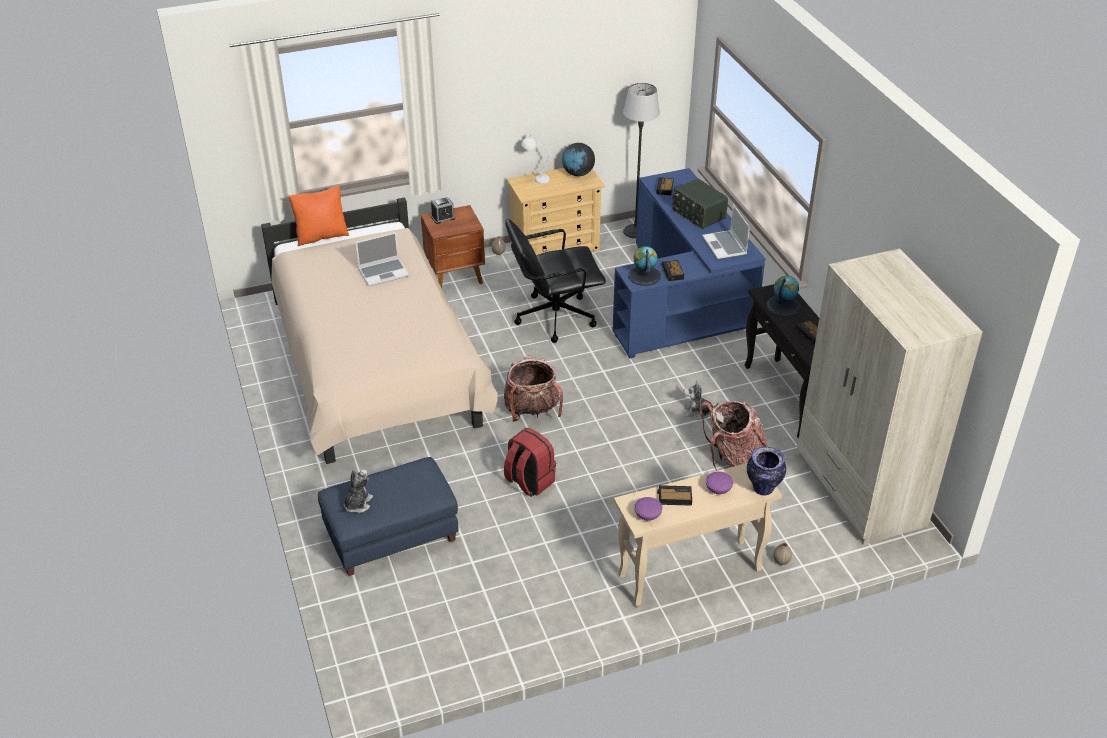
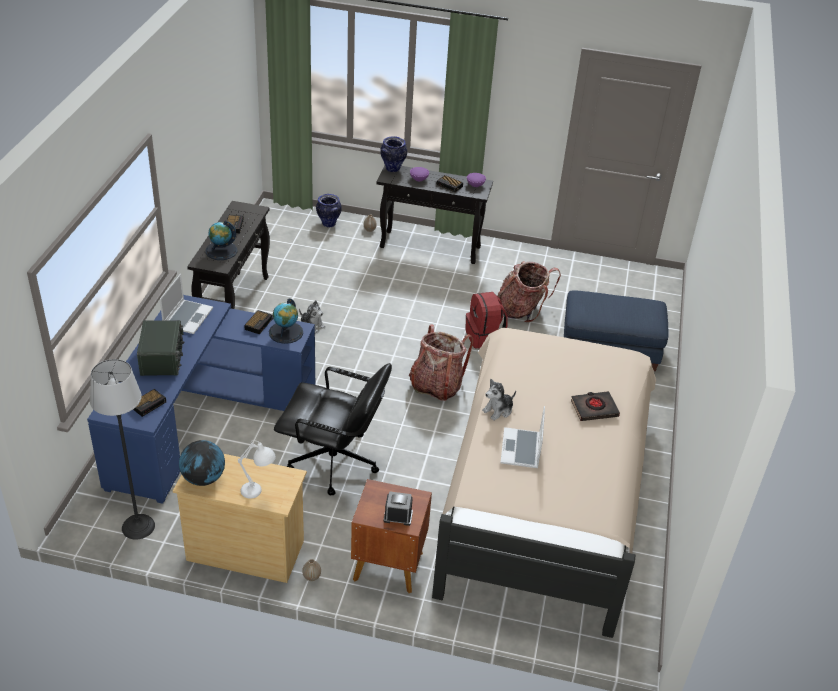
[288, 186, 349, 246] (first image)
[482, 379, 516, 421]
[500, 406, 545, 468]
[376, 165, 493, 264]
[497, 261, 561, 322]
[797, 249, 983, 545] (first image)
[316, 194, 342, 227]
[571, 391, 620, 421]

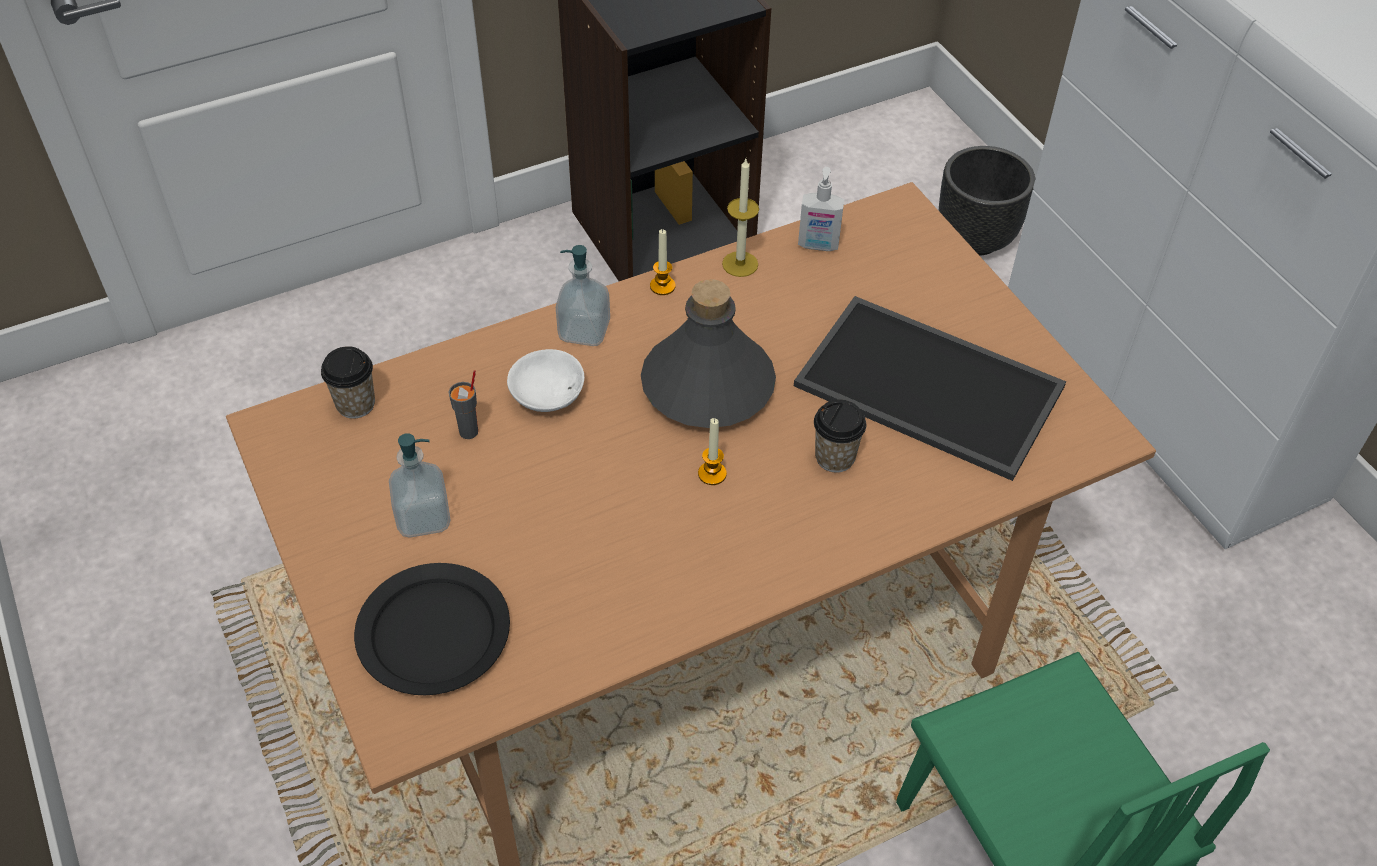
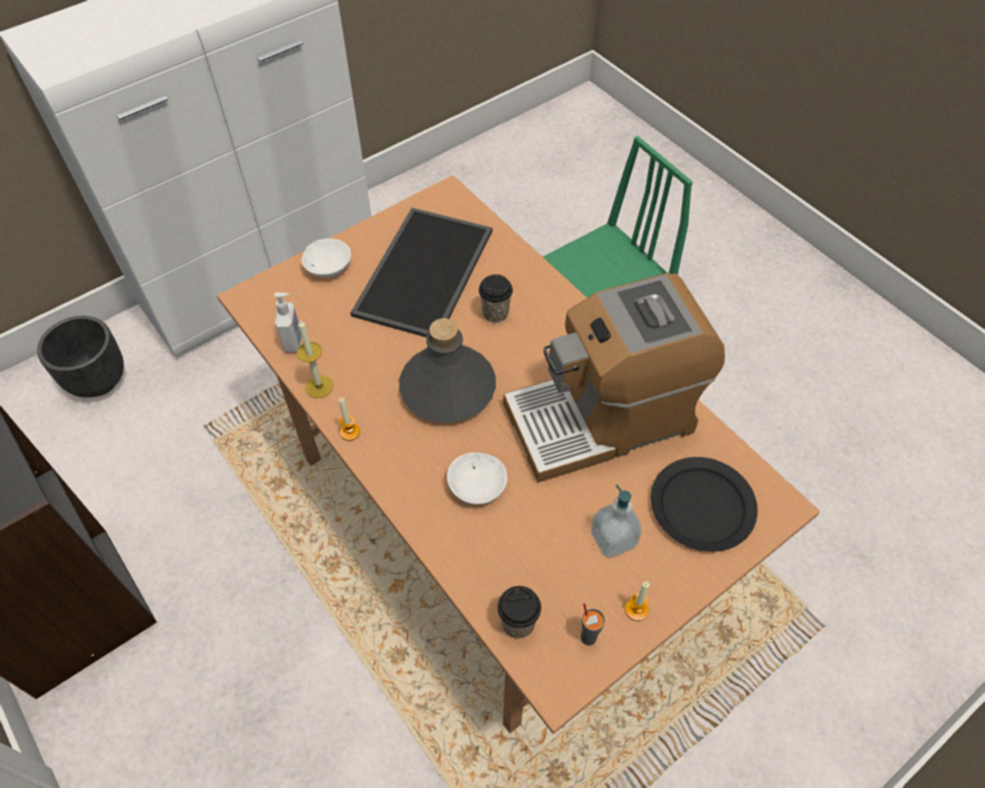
[581, 603, 605, 645]
[556, 245, 610, 346] (first image)
[625, 581, 650, 621]
[302, 238, 351, 277]
[503, 273, 725, 483]

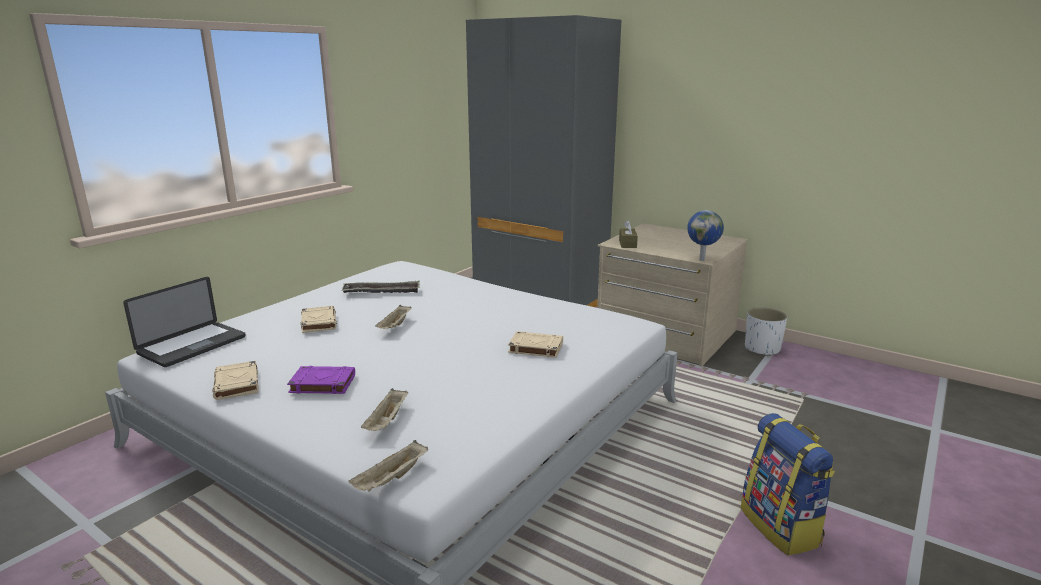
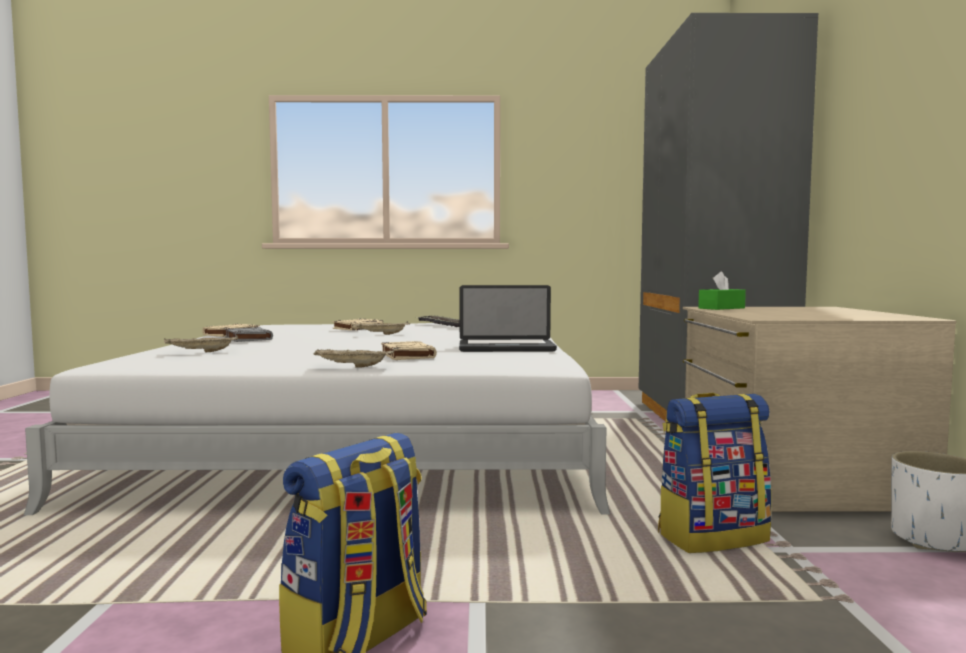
[459, 285, 557, 352]
[225, 327, 273, 342]
[313, 349, 394, 368]
[698, 271, 746, 310]
[687, 210, 724, 261] (first image)
[658, 393, 772, 553]

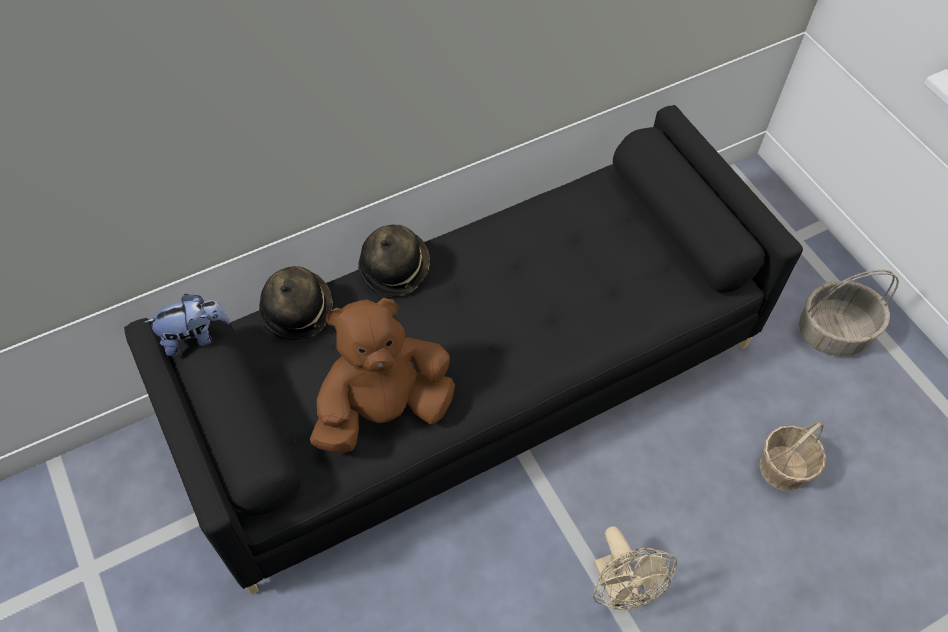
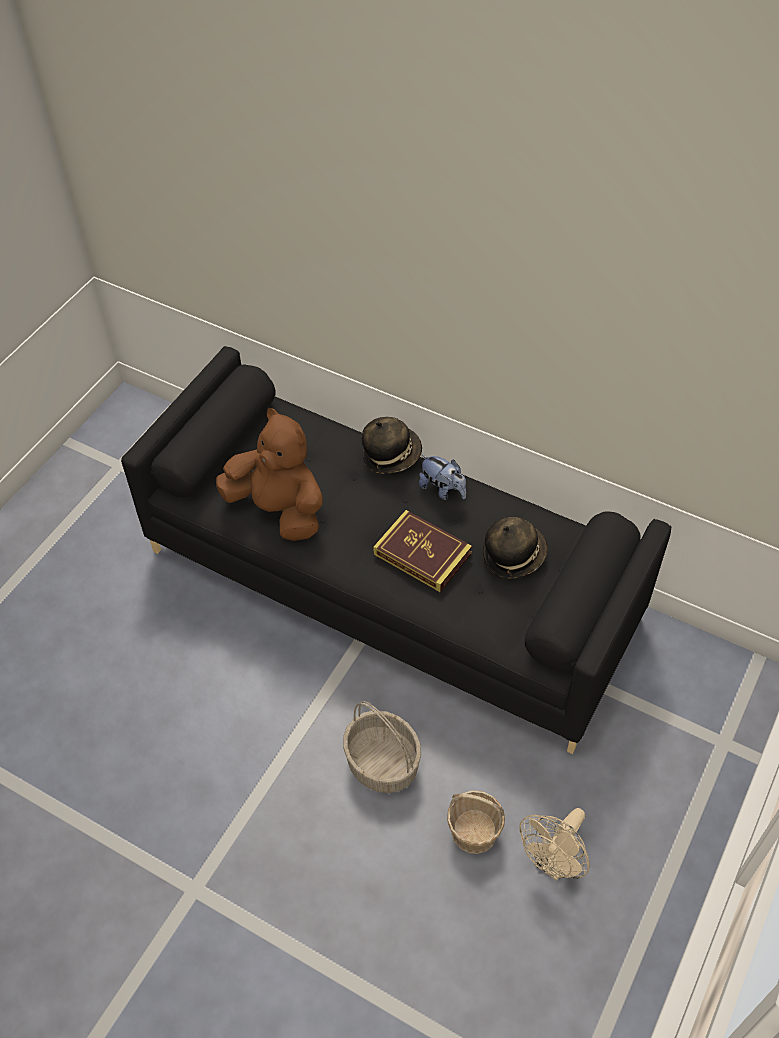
[419, 455, 466, 500]
[483, 517, 548, 579]
[519, 808, 590, 881]
[343, 701, 421, 793]
[373, 510, 472, 592]

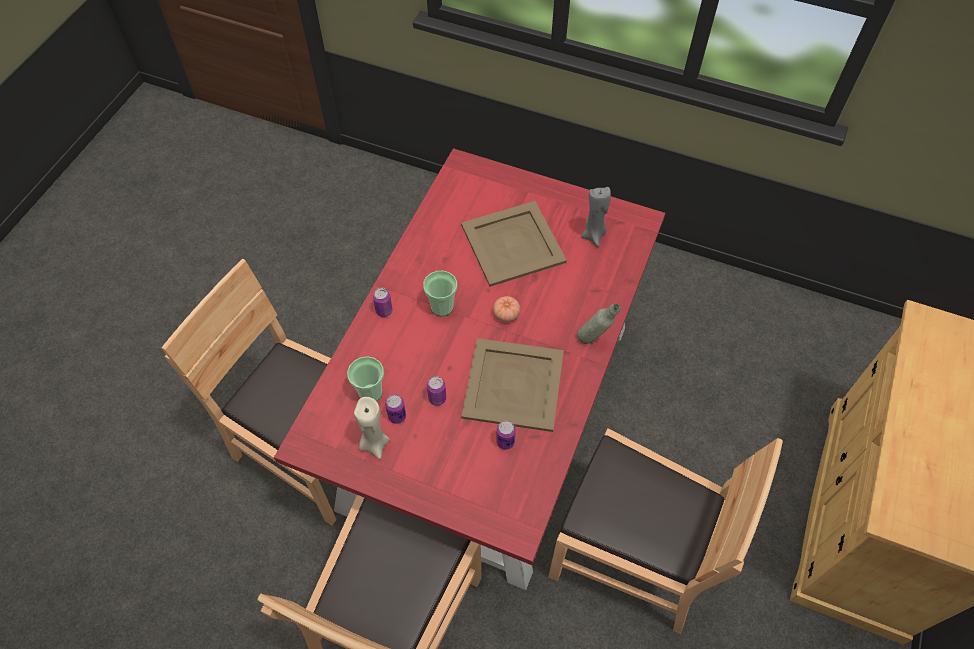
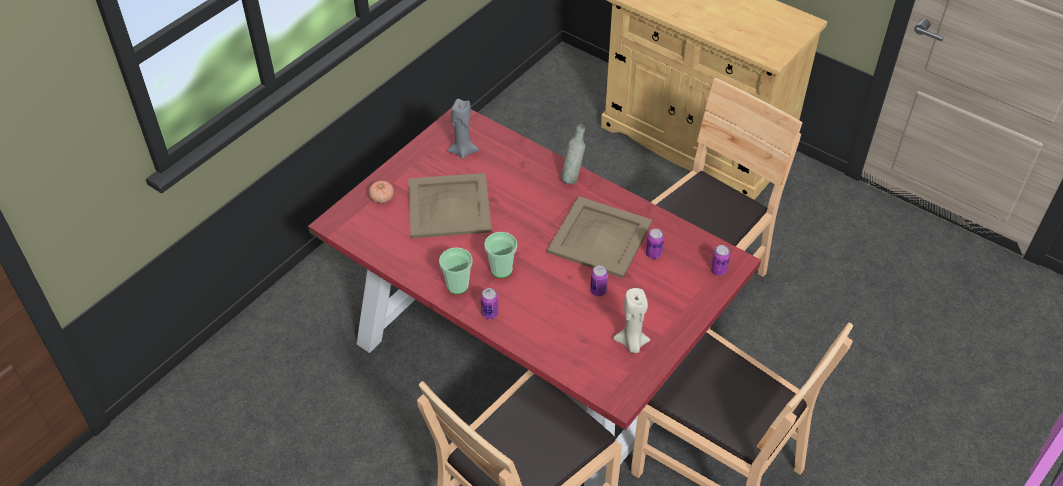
[439, 247, 473, 294]
[711, 245, 730, 276]
[369, 181, 394, 203]

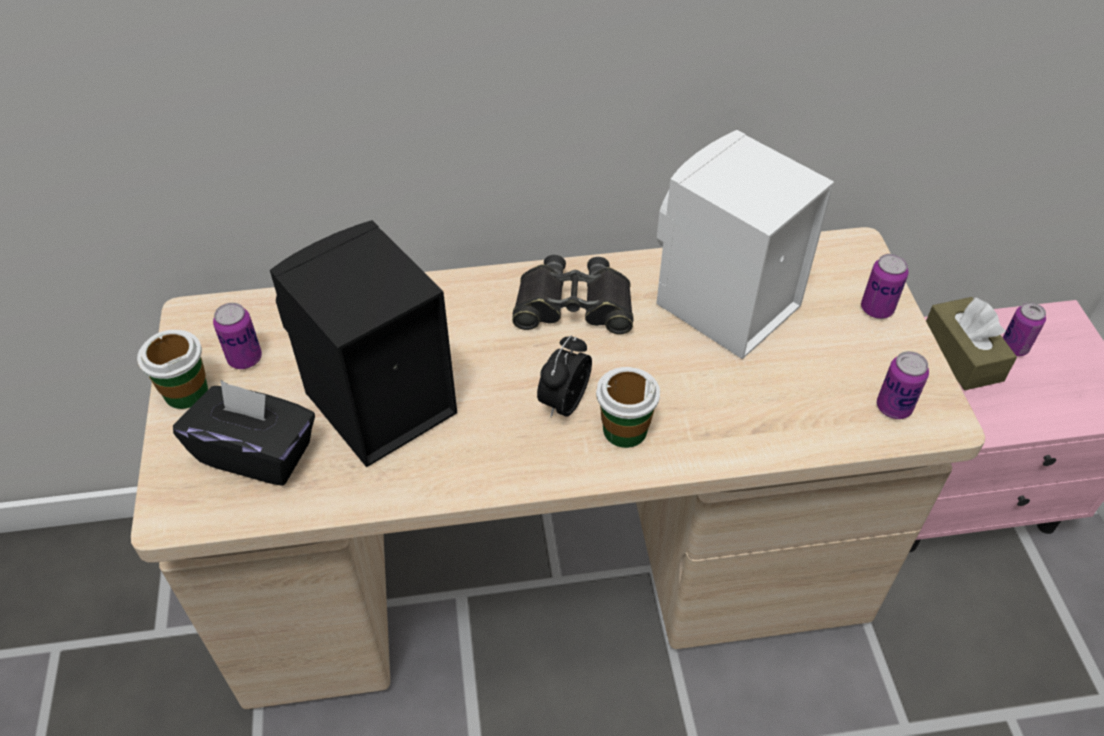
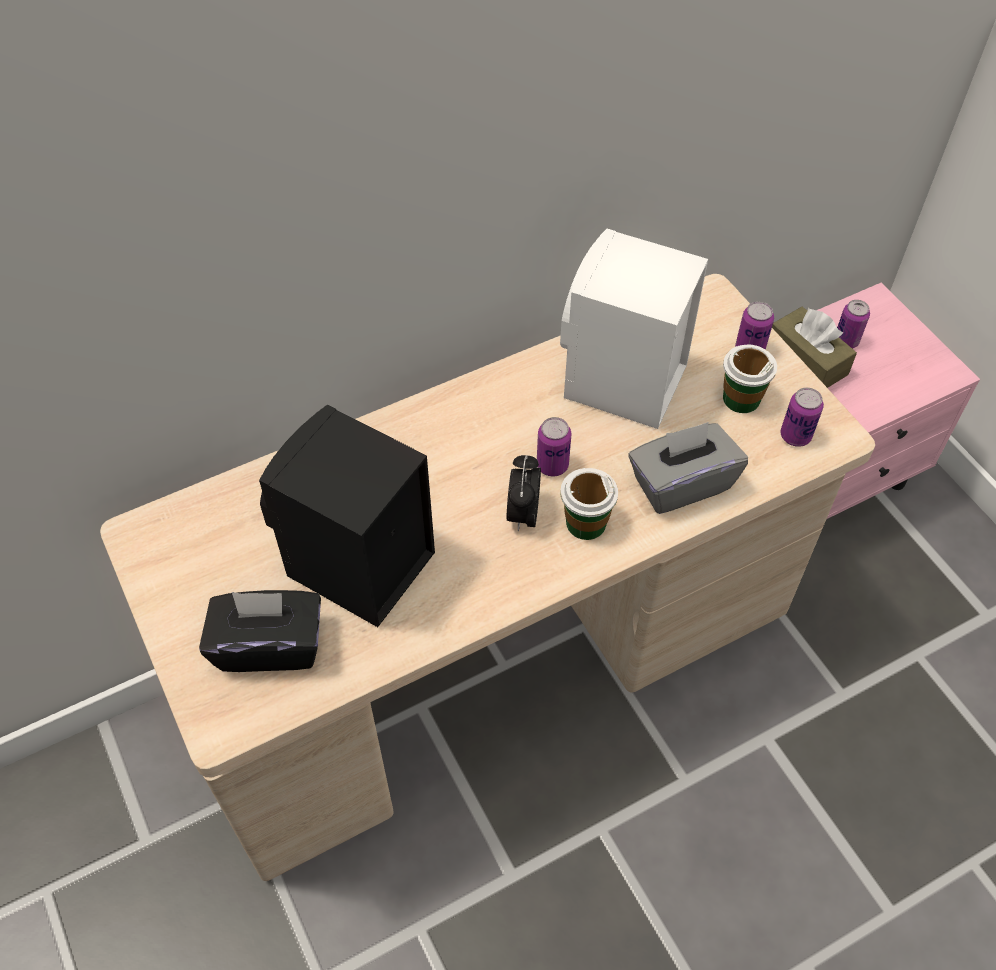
[723, 345, 777, 413]
[537, 417, 571, 476]
[512, 255, 634, 334] (first image)
[628, 422, 748, 514]

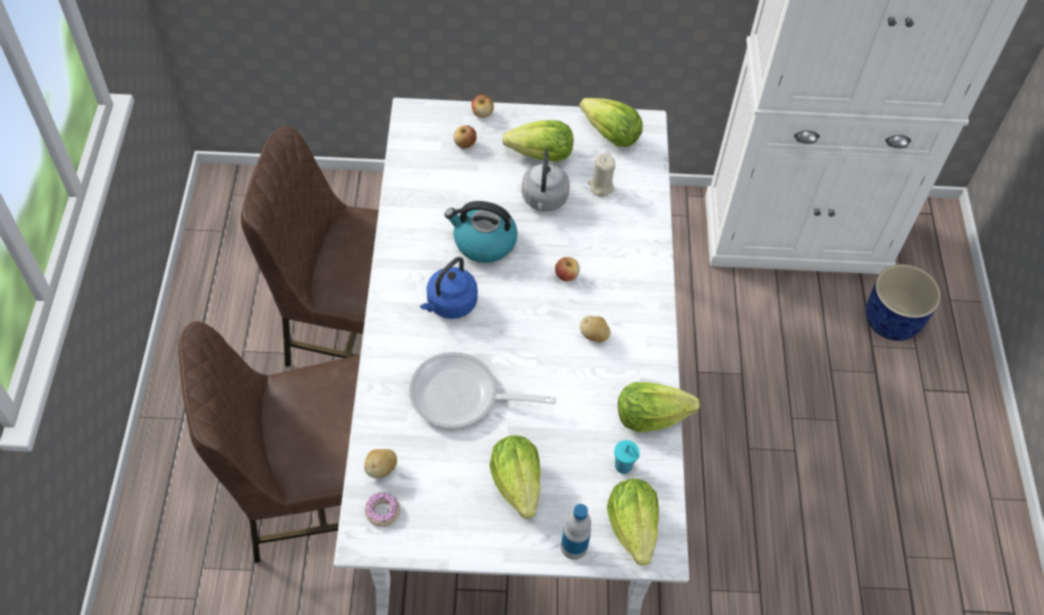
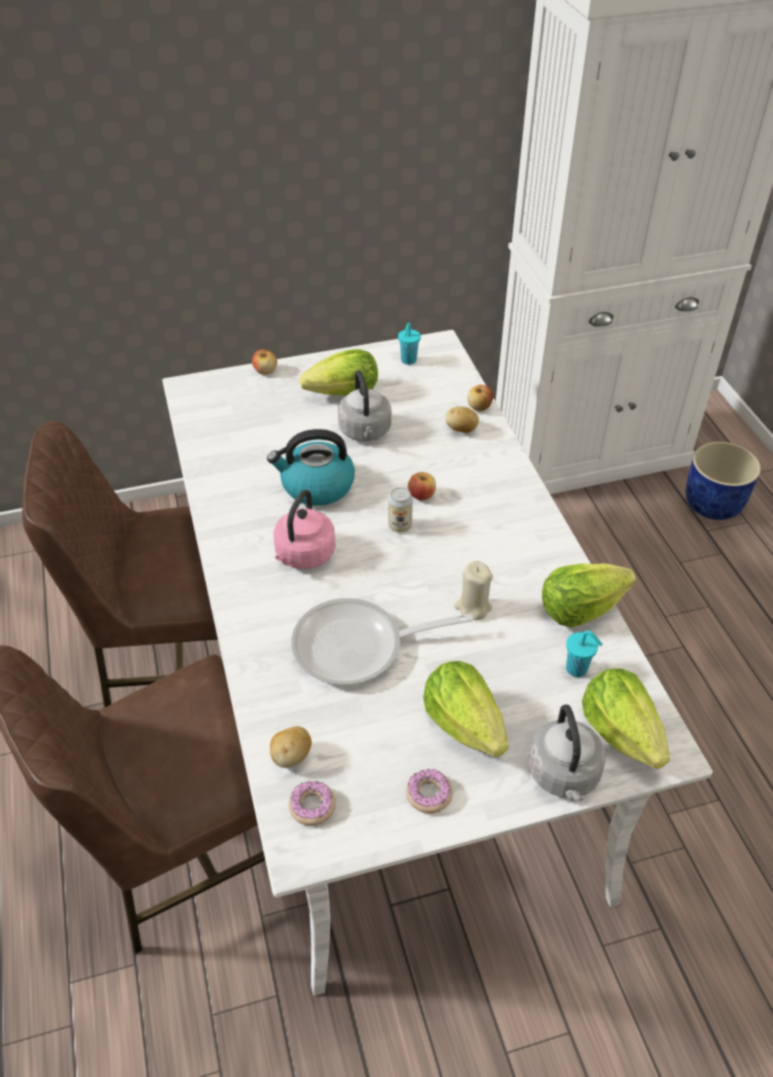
[273, 489, 336, 569]
[468, 385, 493, 411]
[528, 704, 606, 802]
[398, 322, 421, 365]
[446, 407, 479, 433]
[454, 561, 493, 620]
[388, 487, 413, 532]
[406, 769, 453, 813]

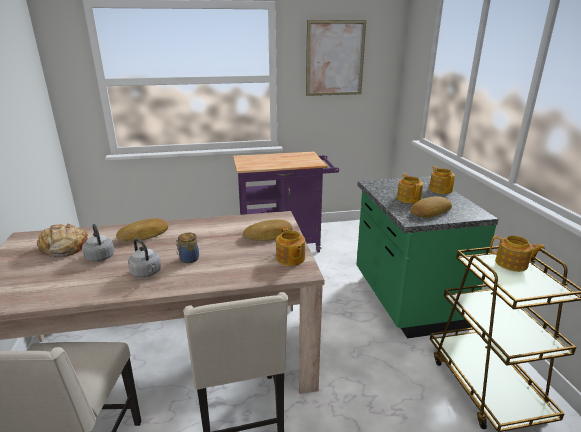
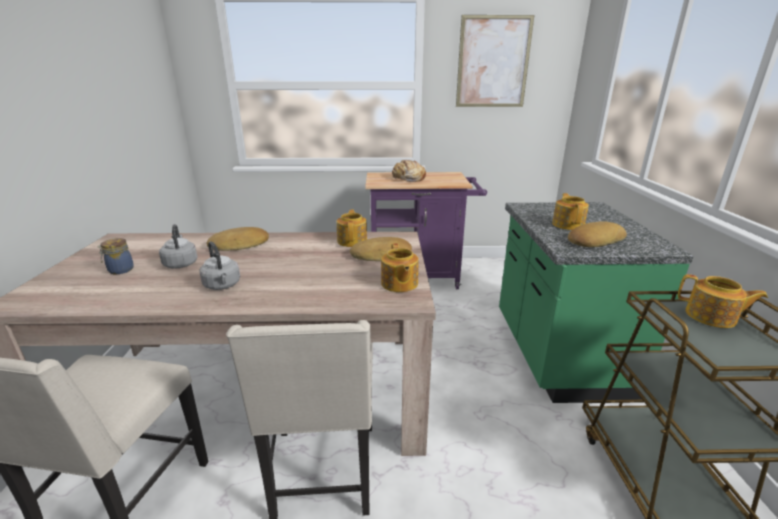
[392, 160, 426, 182]
[97, 238, 134, 274]
[337, 210, 367, 247]

